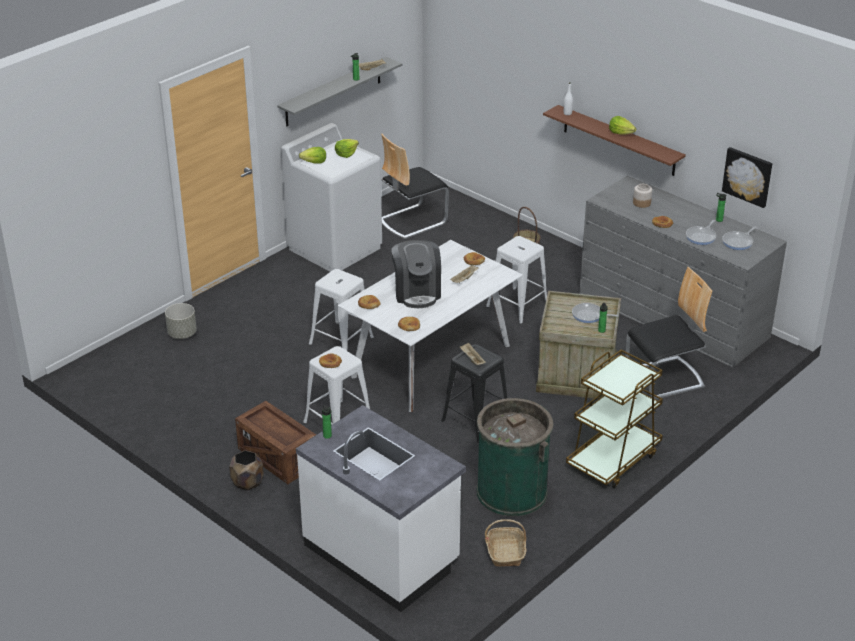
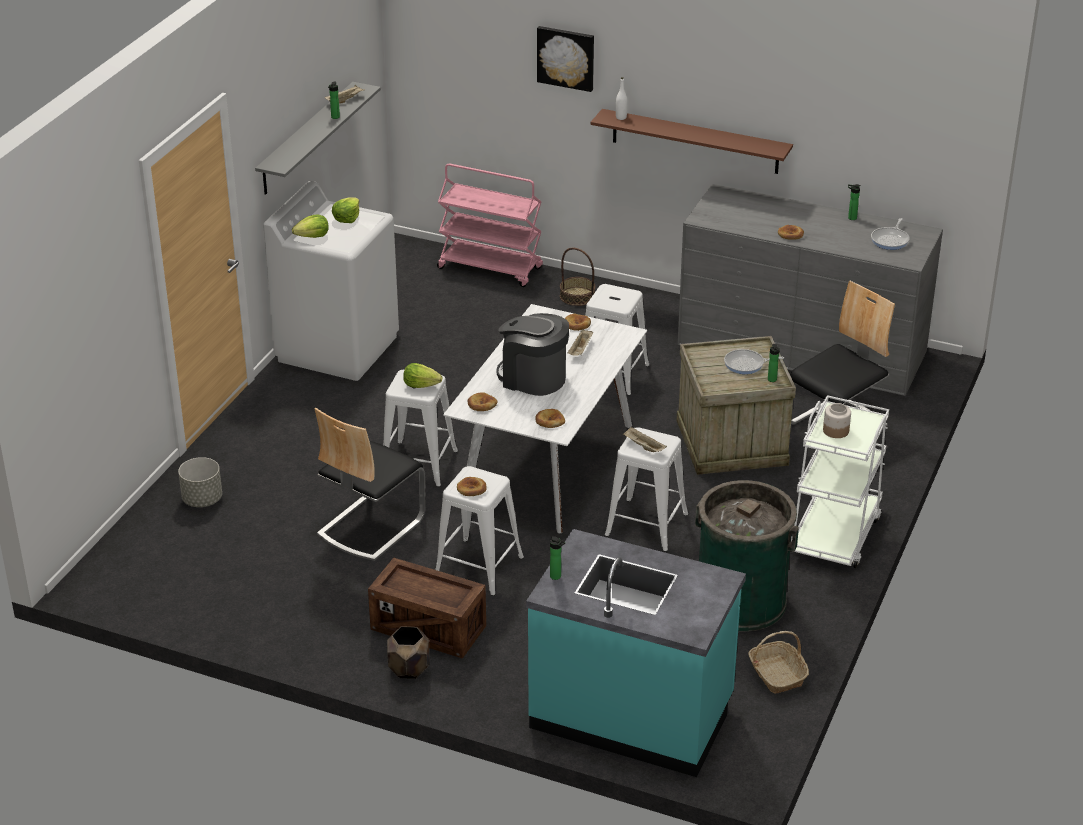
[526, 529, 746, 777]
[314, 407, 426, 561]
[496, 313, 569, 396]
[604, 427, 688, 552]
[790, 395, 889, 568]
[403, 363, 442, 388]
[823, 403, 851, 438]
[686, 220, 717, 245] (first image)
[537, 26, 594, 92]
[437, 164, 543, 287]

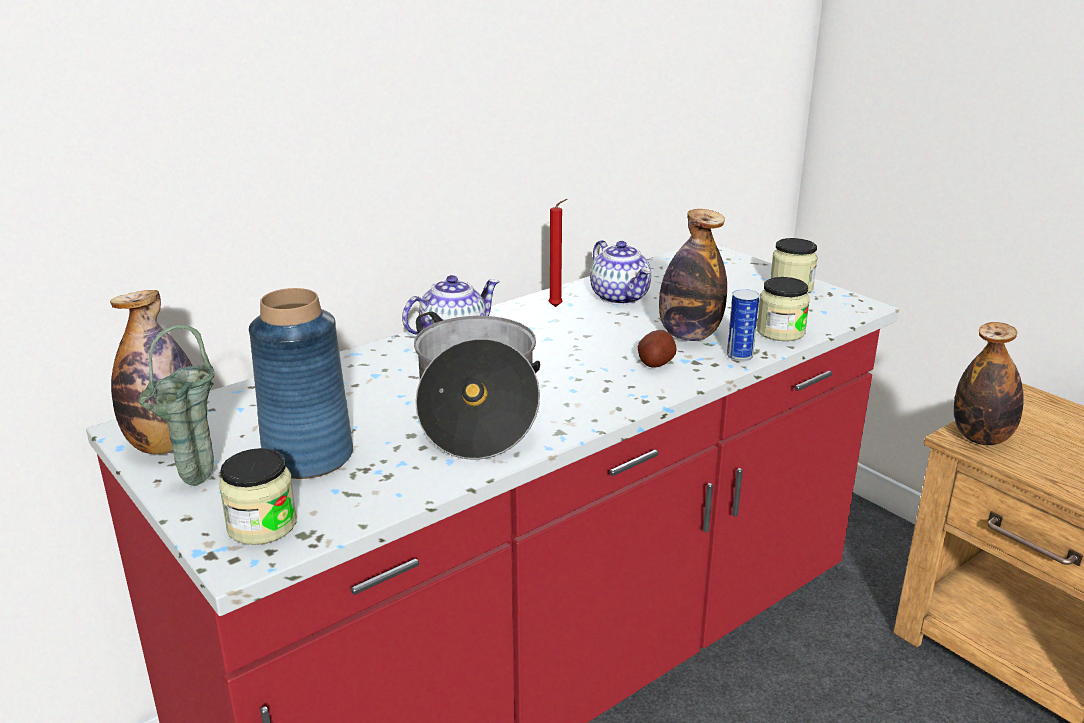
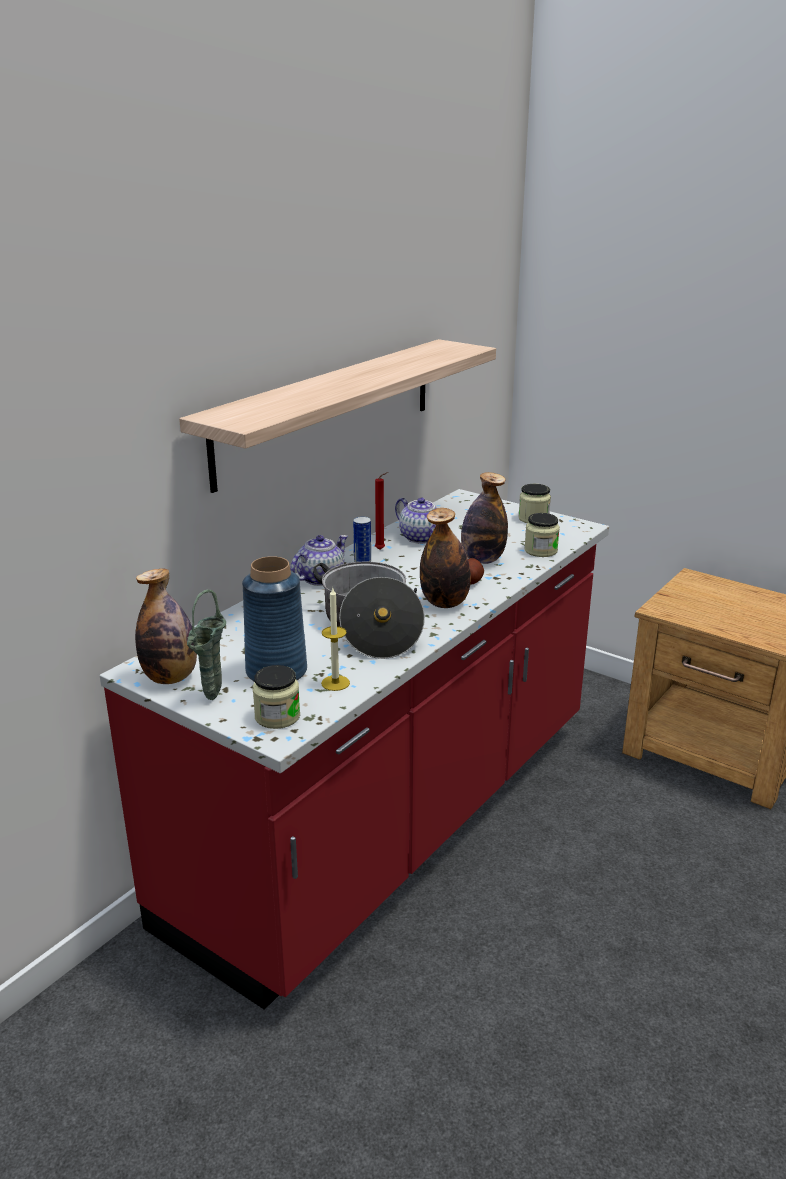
[353, 516, 371, 562]
[420, 508, 471, 608]
[179, 339, 496, 493]
[321, 588, 350, 691]

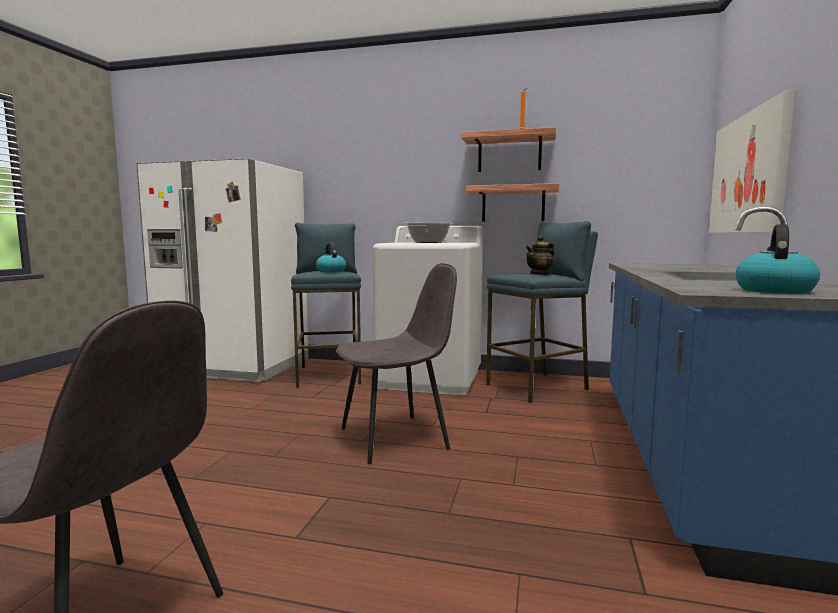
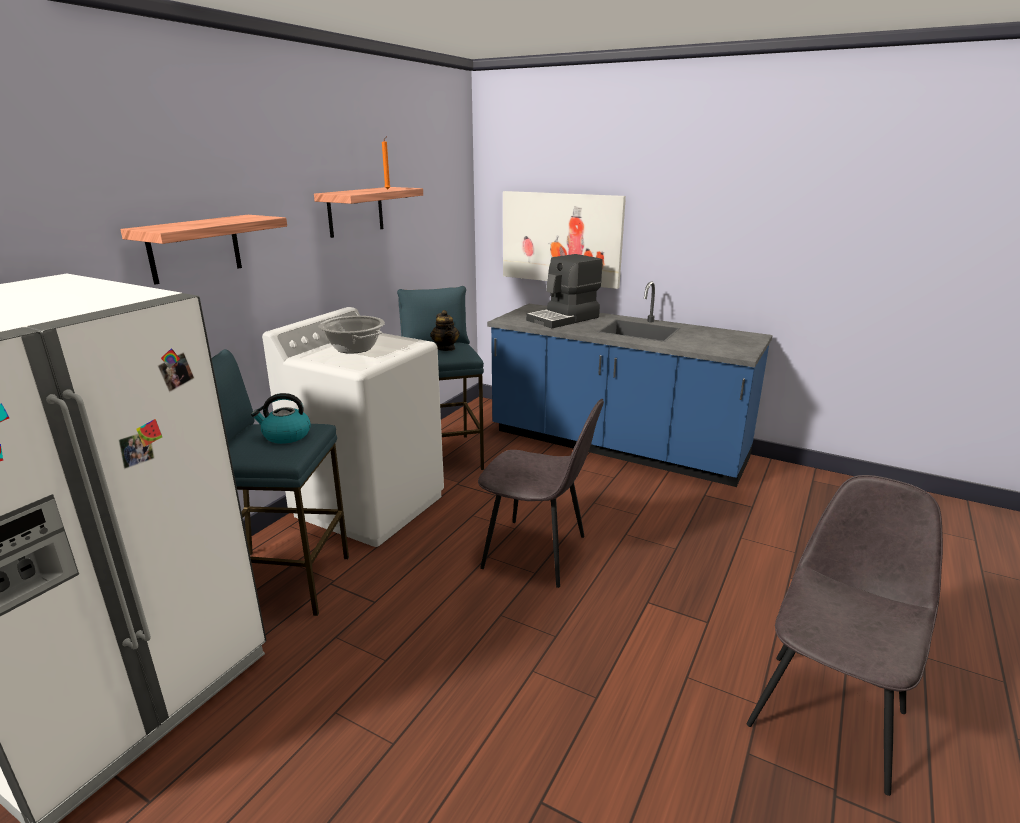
[478, 399, 604, 588]
[120, 215, 287, 285]
[736, 224, 820, 294] (first image)
[526, 254, 603, 328]

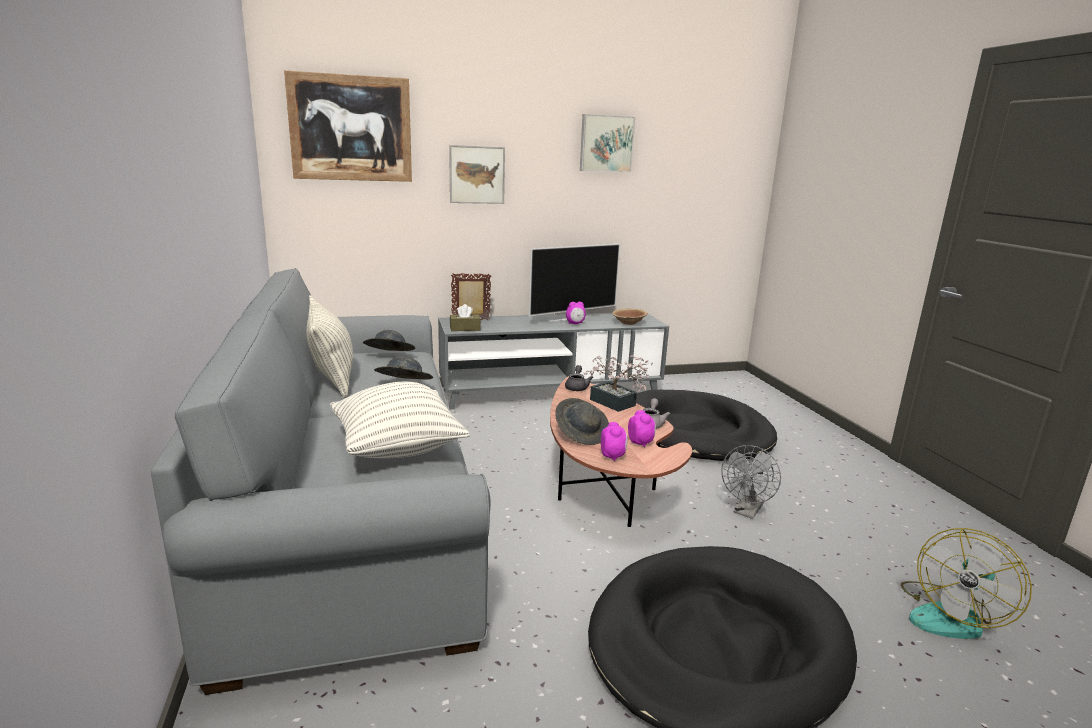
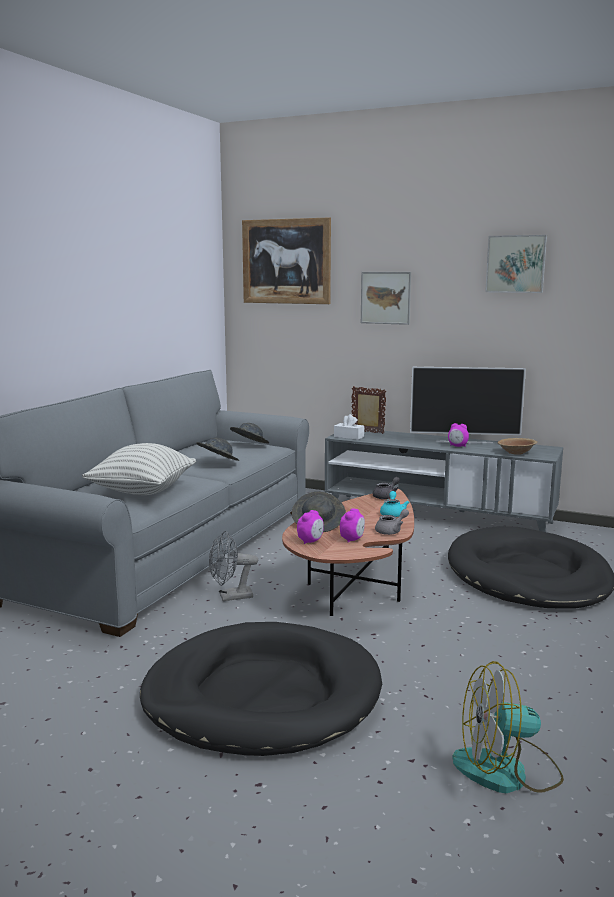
[306, 295, 354, 398] (first image)
[334, 414, 364, 440]
[380, 491, 410, 517]
[209, 531, 258, 601]

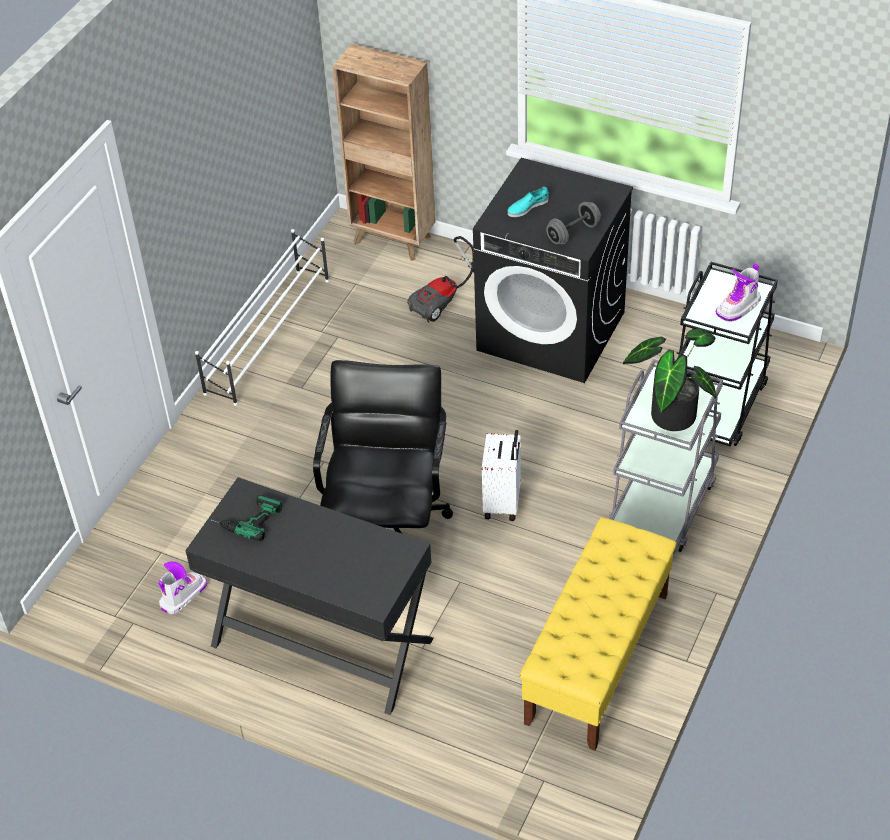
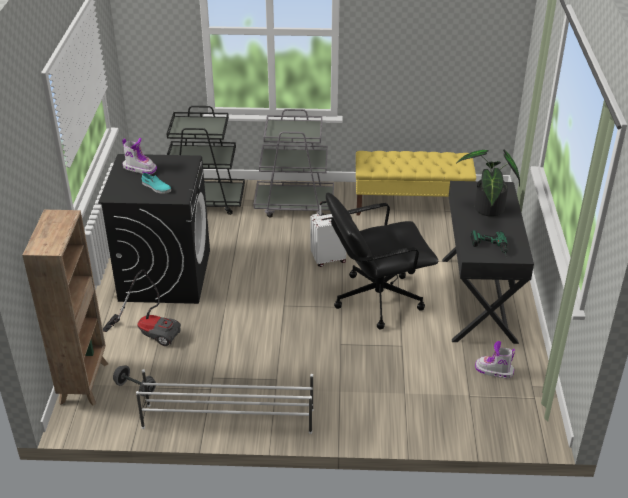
[113, 365, 156, 396]
[456, 150, 520, 217]
[122, 138, 157, 175]

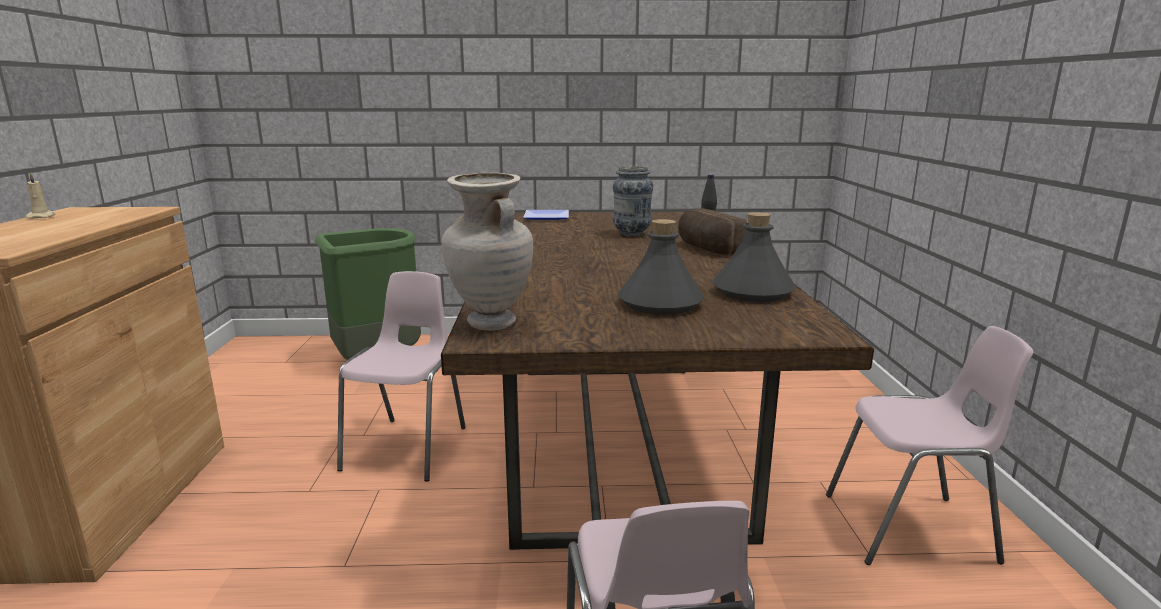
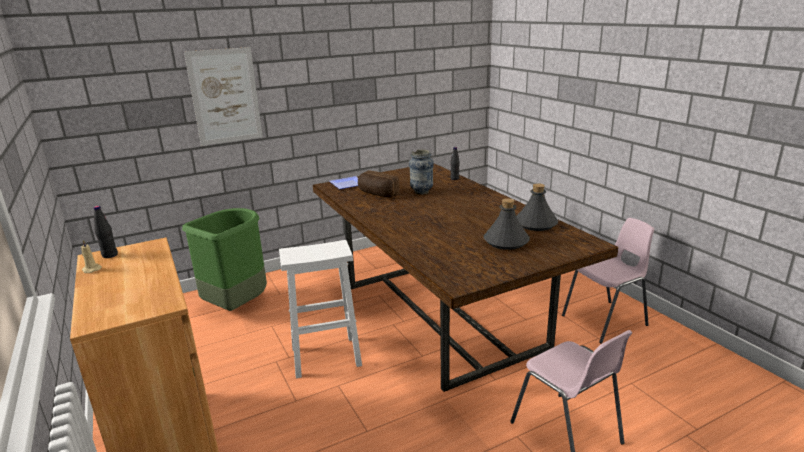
[279, 240, 362, 378]
[441, 173, 533, 331] (first image)
[358, 170, 400, 197]
[93, 206, 118, 258]
[184, 47, 263, 146]

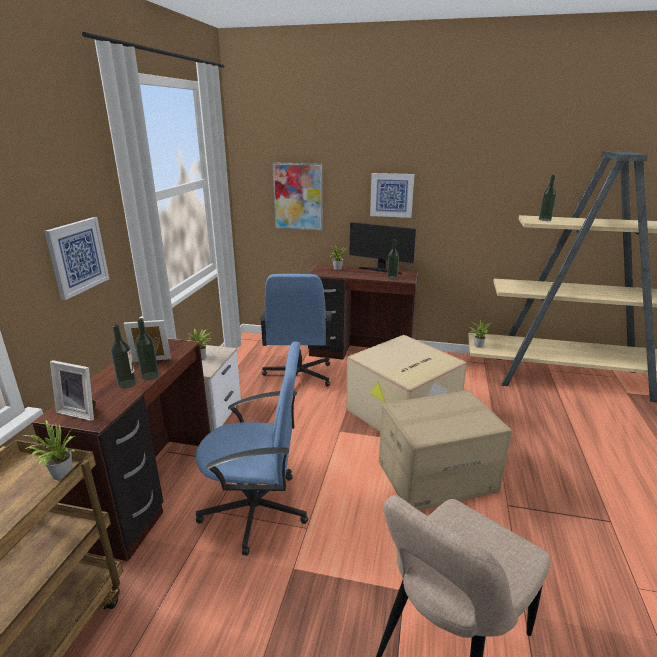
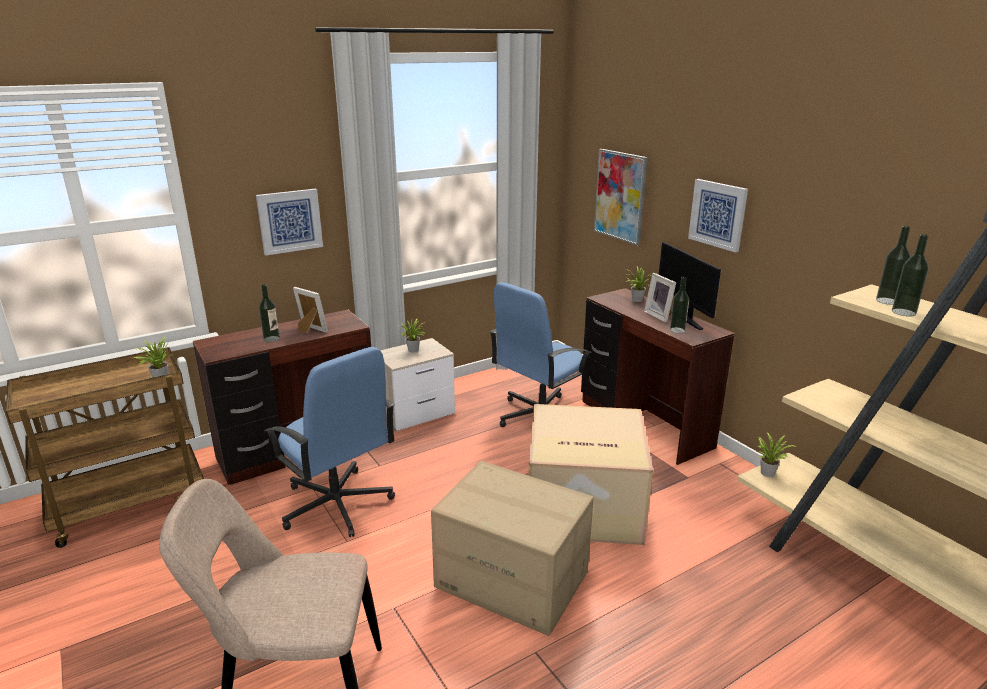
[644, 273, 676, 323]
[892, 234, 929, 317]

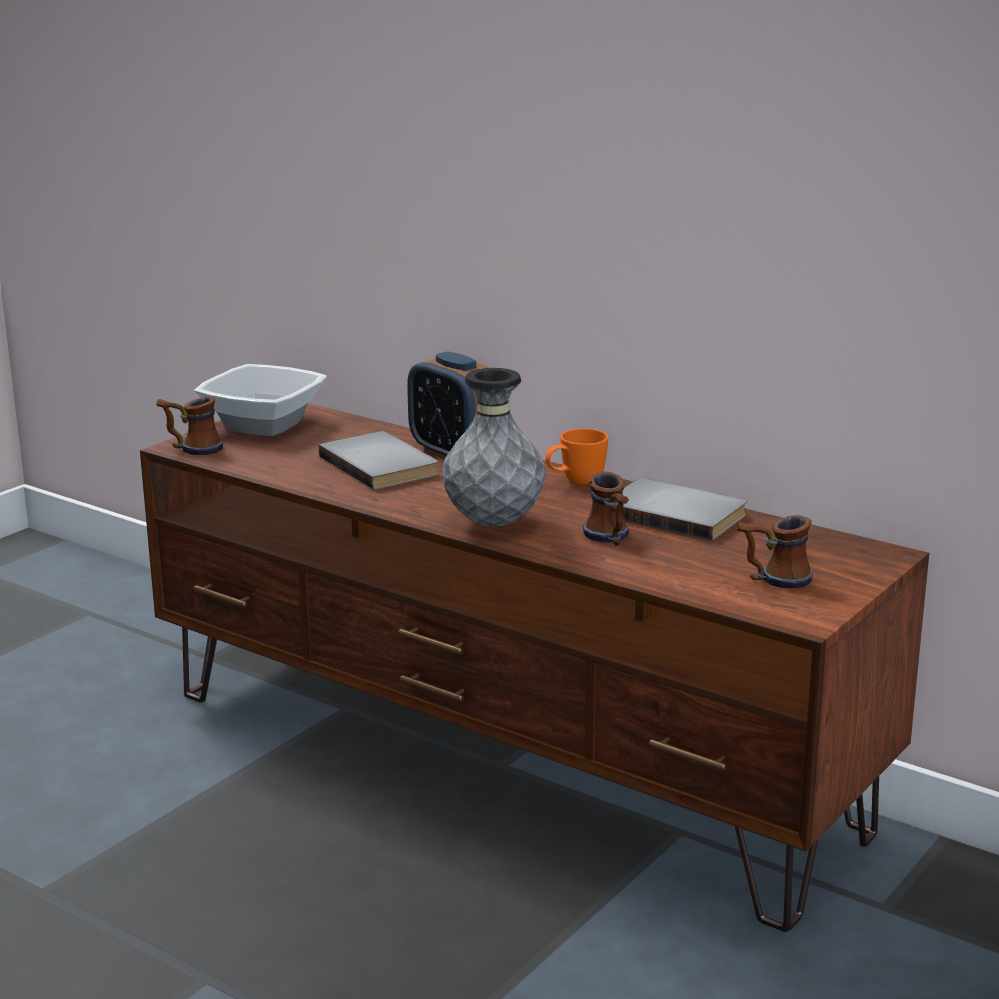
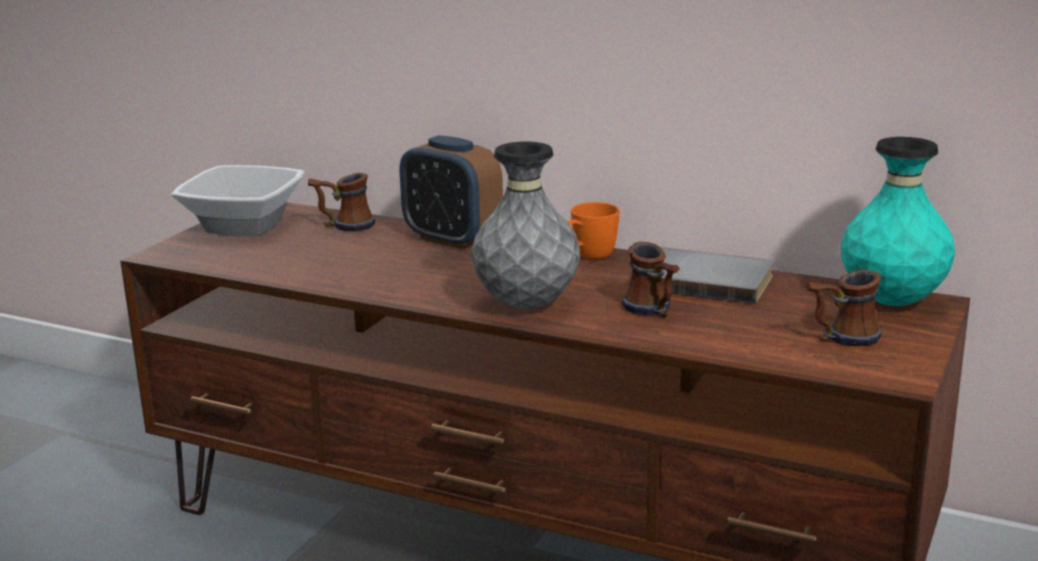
[308, 173, 375, 231]
[319, 431, 438, 490] (first image)
[841, 137, 955, 306]

